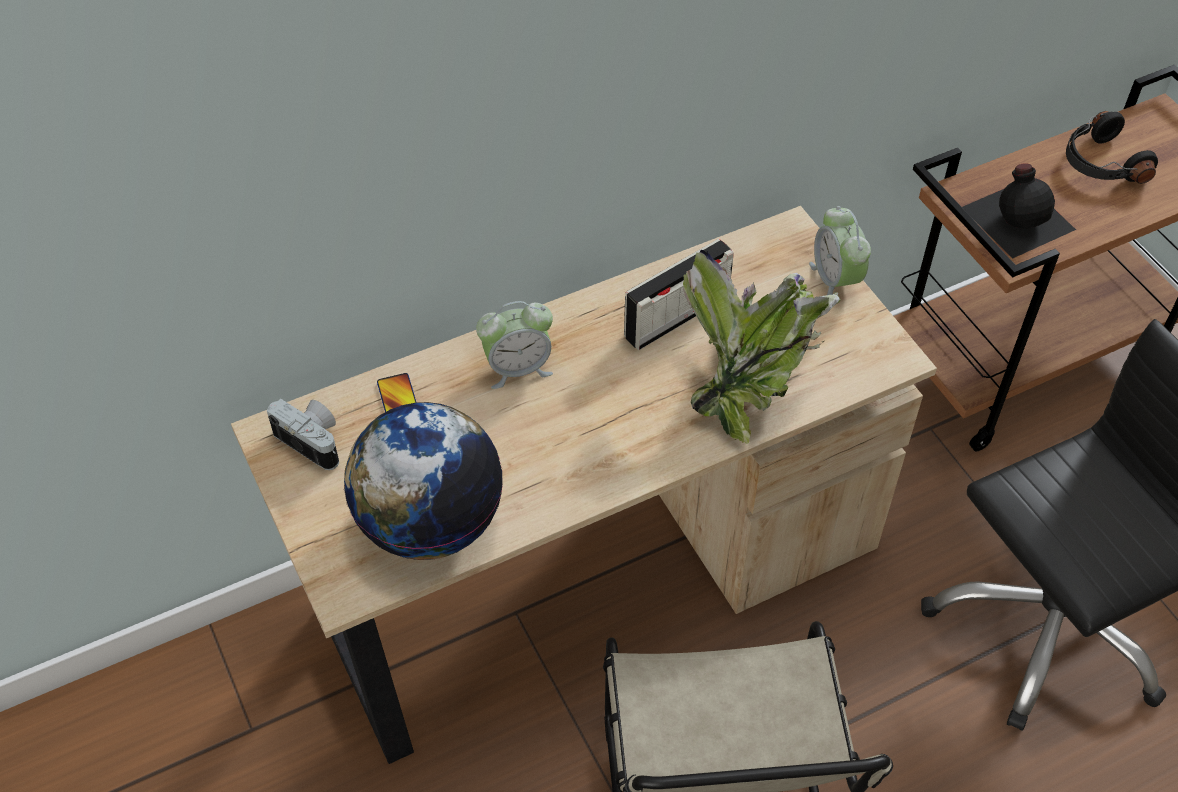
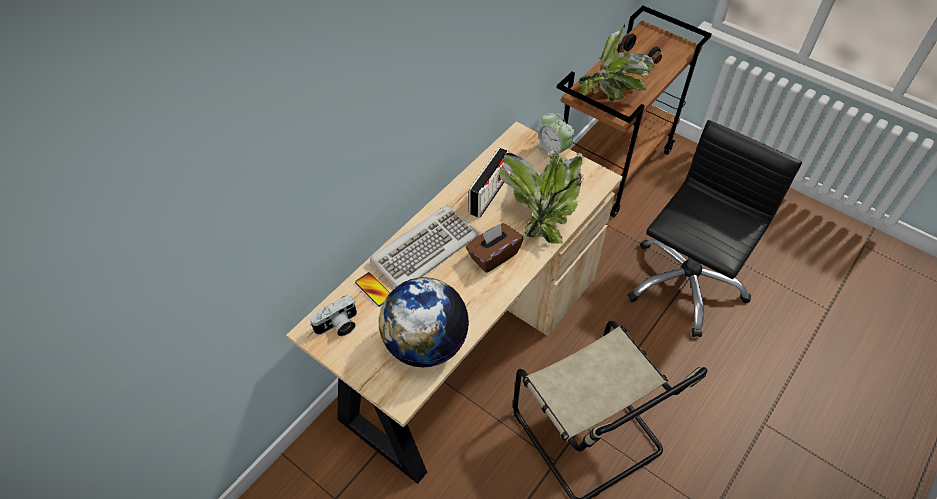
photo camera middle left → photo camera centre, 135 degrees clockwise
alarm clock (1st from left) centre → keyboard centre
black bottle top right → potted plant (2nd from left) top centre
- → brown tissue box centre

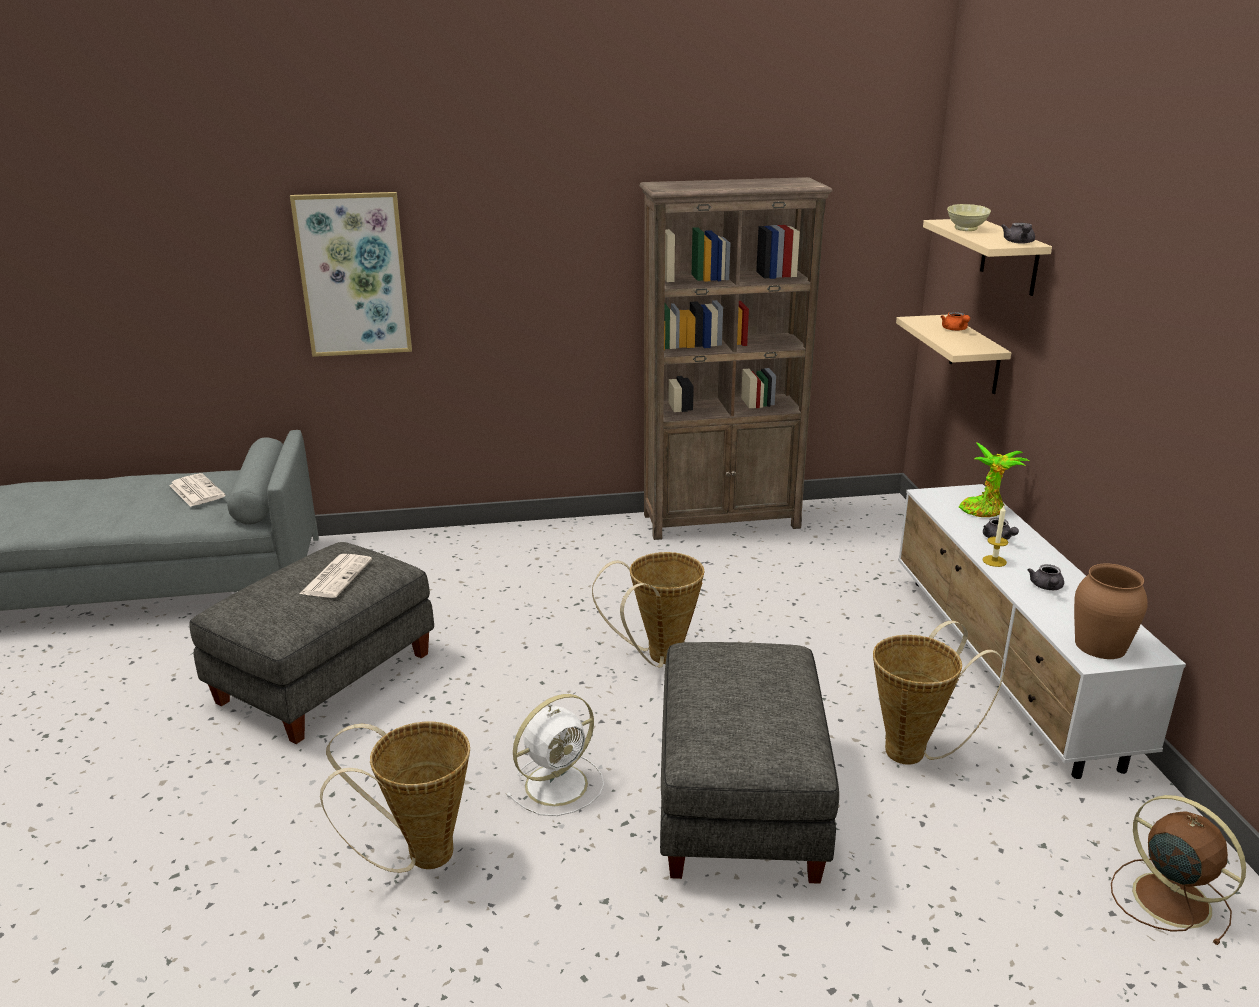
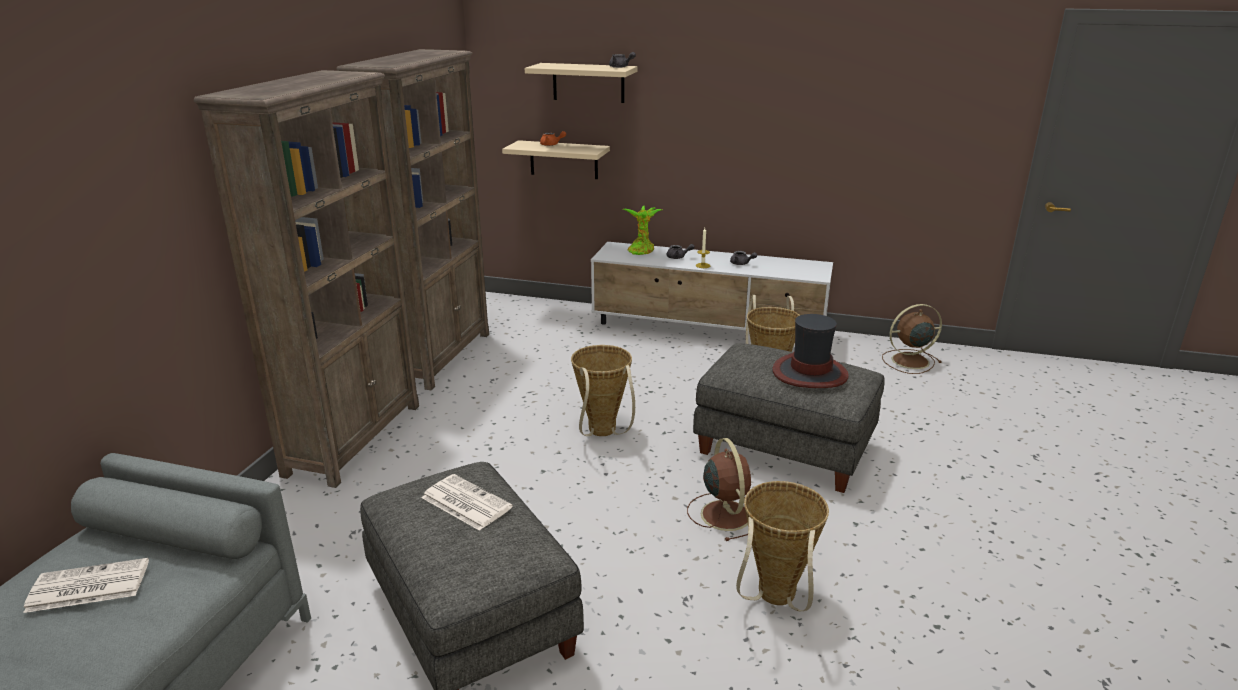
picture top left → -
white fan bottom centre → brown fan (1st from left) bottom centre
beige bowl top right → -
brown vase middle right → -
- → brown bookcase (1st from left) middle left
- → hat centre

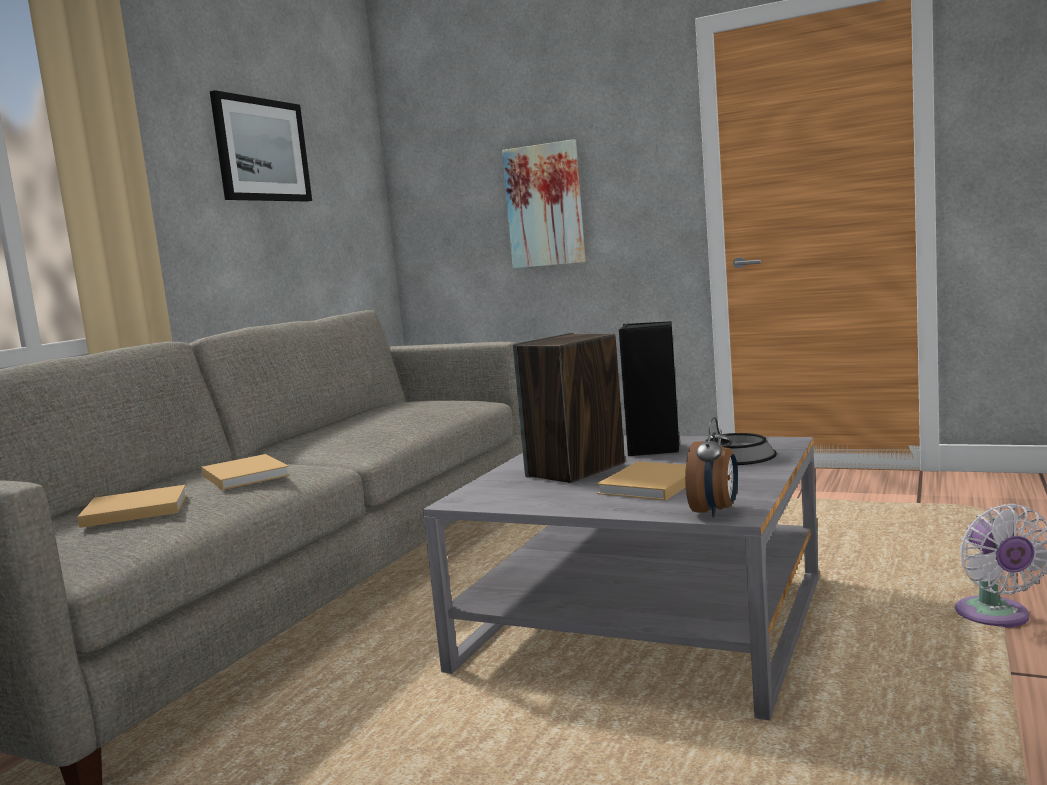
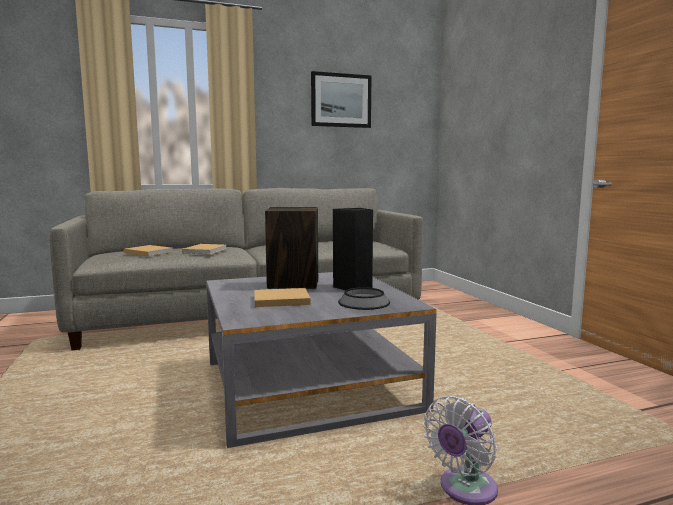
picture (2nd from left) top centre → -
alarm clock middle right → -

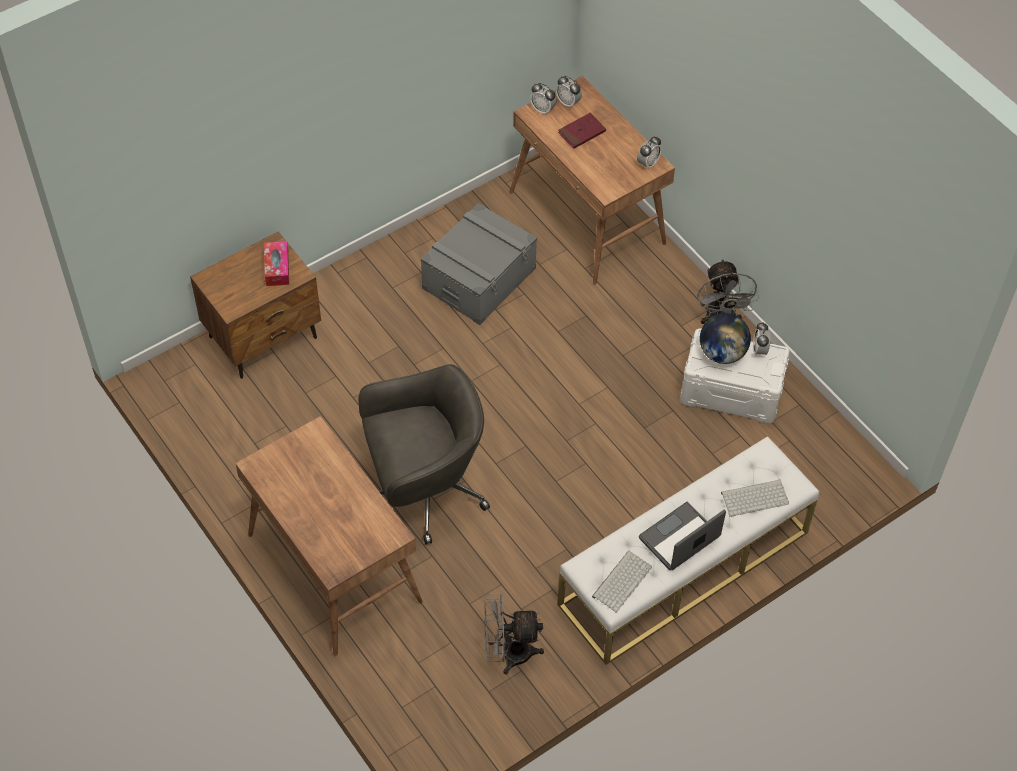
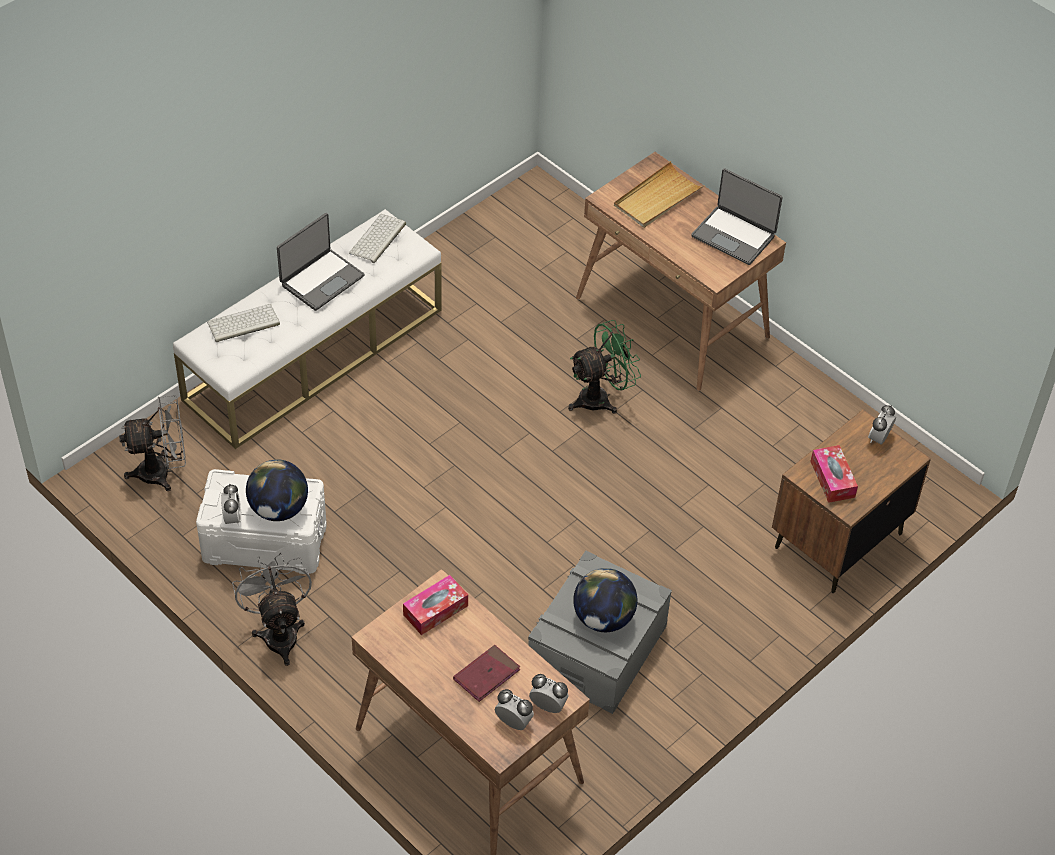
grey office chair centre → green fan centre
grey fan (1st from left) bottom centre → grey fan (1st from left) middle left, moved
alarm clock (3rd from left in the first image) top centre → alarm clock (4th from left) middle right, moved
- → tissue box (1st from left) bottom centre
- → globe (2nd from left) bottom centre
- → beige tray top centre
- → laptop (2nd from left) top right

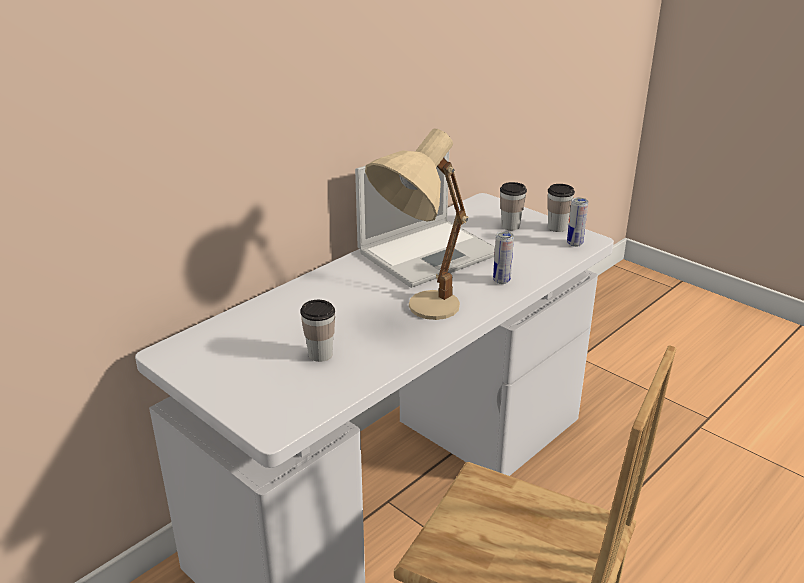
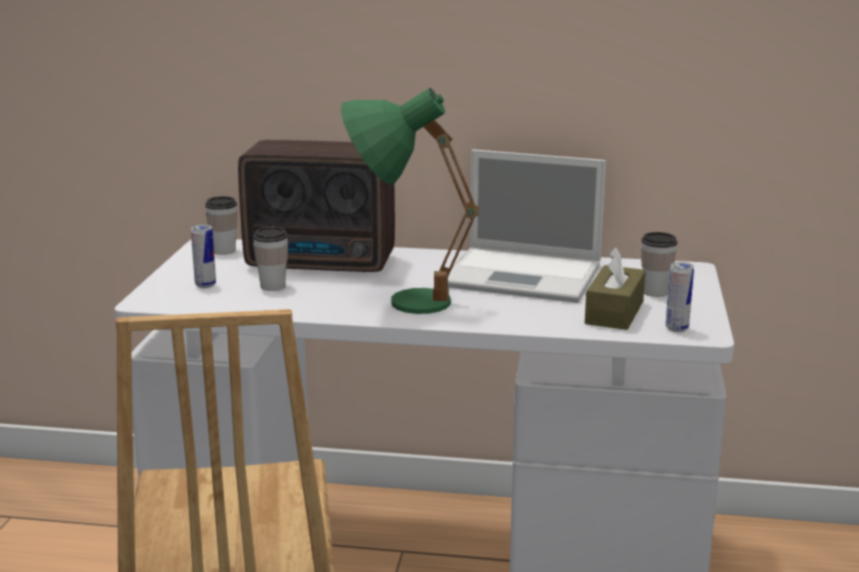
beige table lamp centre → green table lamp centre
can (1st from left) centre → can (1st from left) middle left, moved
cup (3rd from left in the first image) middle right → cup (1st from left) middle left, moved
- → radio centre
- → brown tissue box middle right

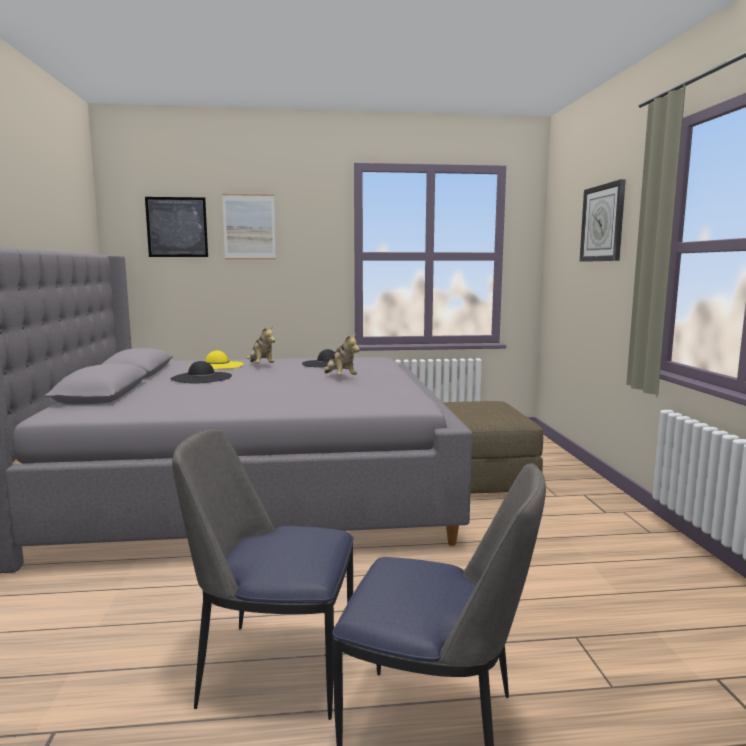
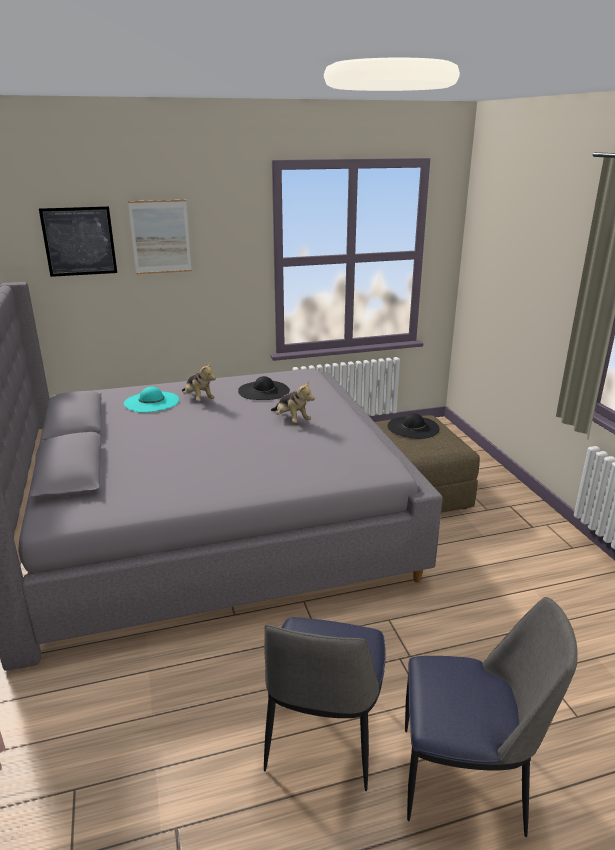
black hat (1st from left in the first image) middle left → black hat (2nd from left) middle right, moved
chair (1st from left) bottom centre, 75 degrees counterclockwise
yellow hat middle left → turquoise hat middle left
wall clock top right → -

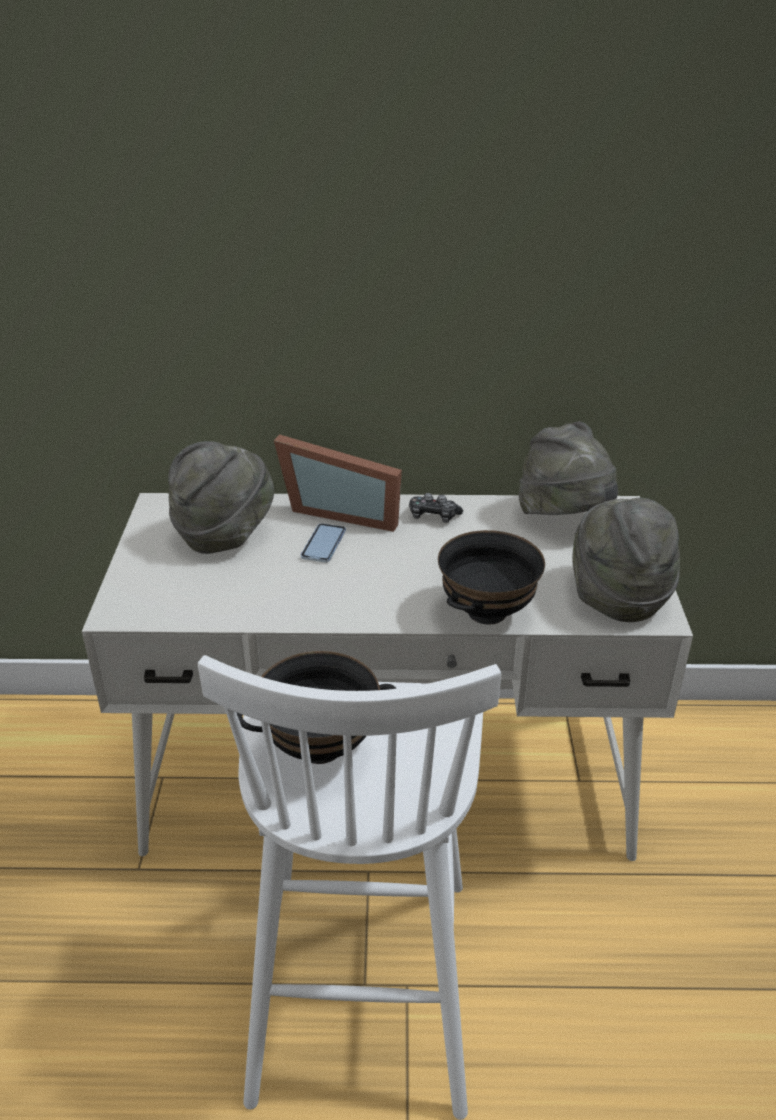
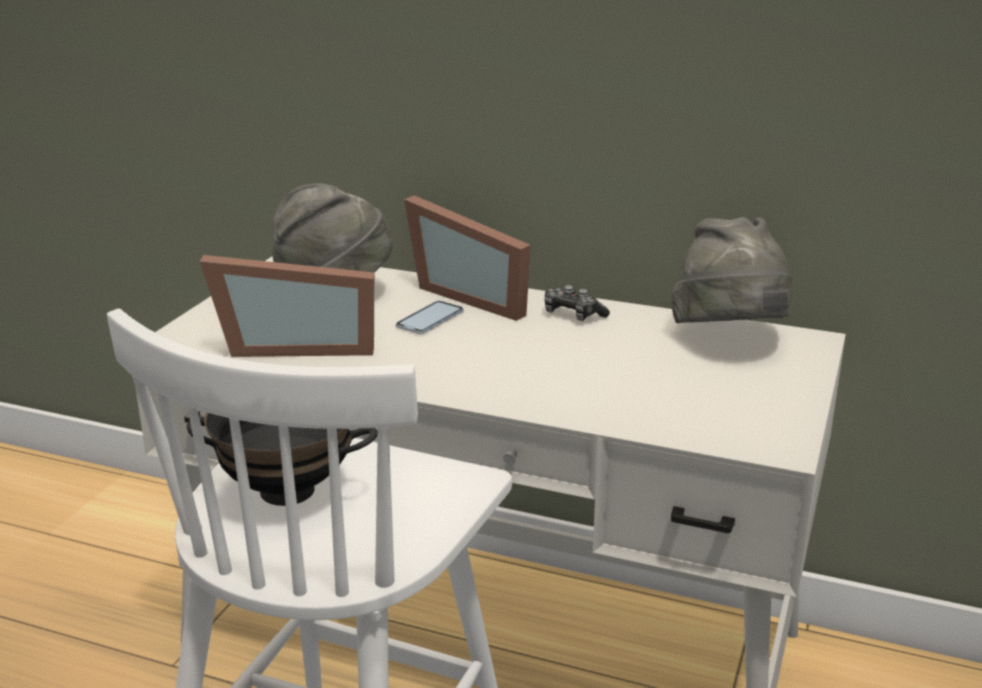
black bowl (2nd from left) centre → -
grey hat (3rd from left) middle right → -
- → picture frame (1st from left) middle left

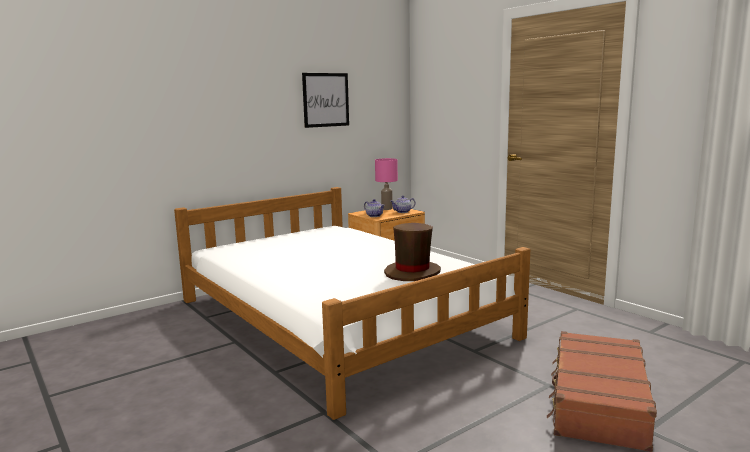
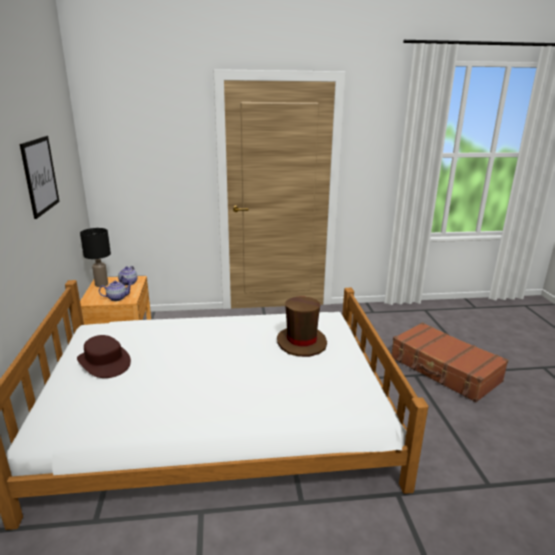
pink table lamp centre → black table lamp middle left
- → brown hat (1st from left) middle left

